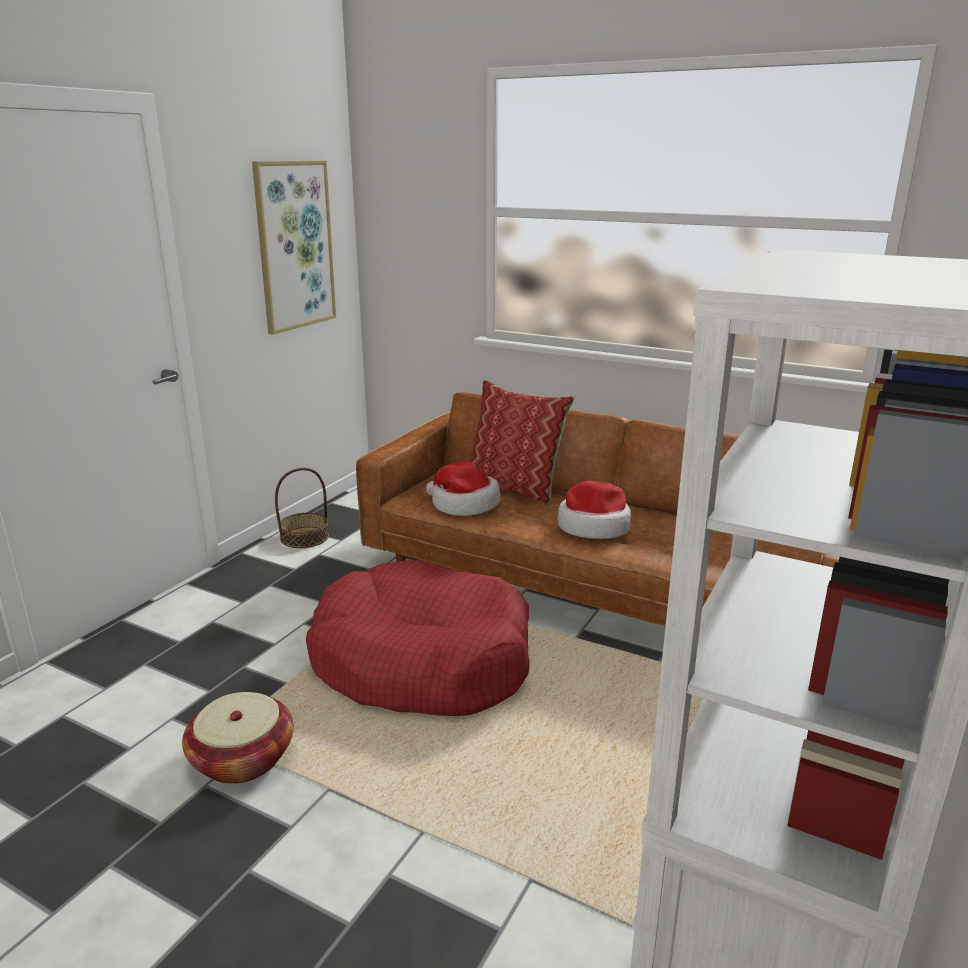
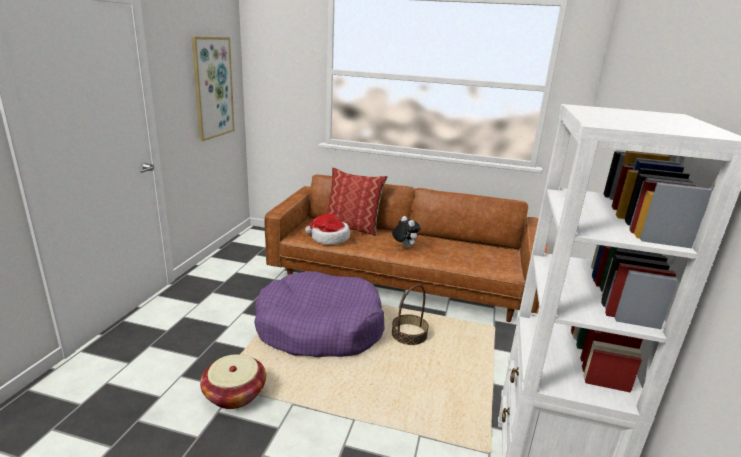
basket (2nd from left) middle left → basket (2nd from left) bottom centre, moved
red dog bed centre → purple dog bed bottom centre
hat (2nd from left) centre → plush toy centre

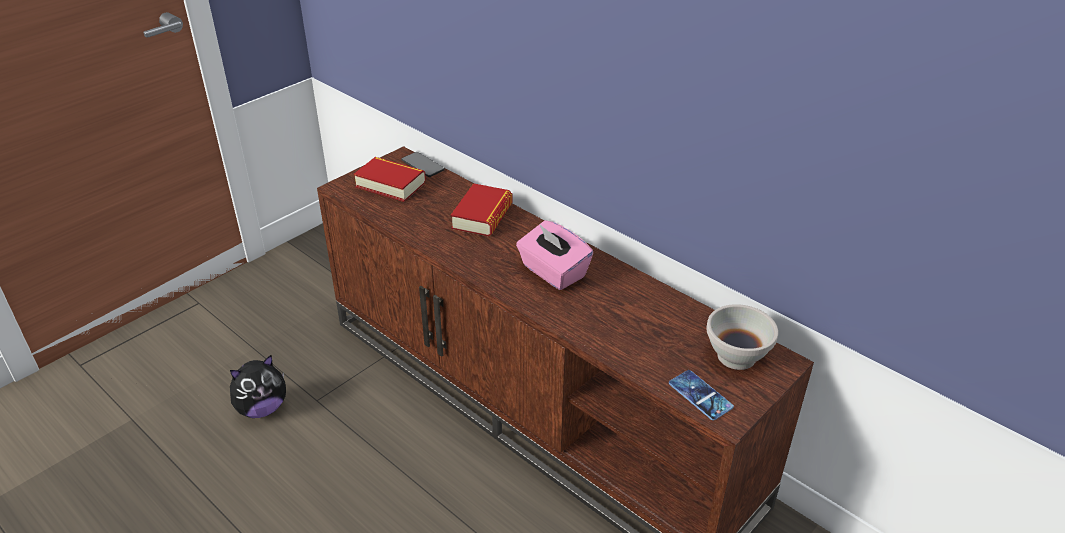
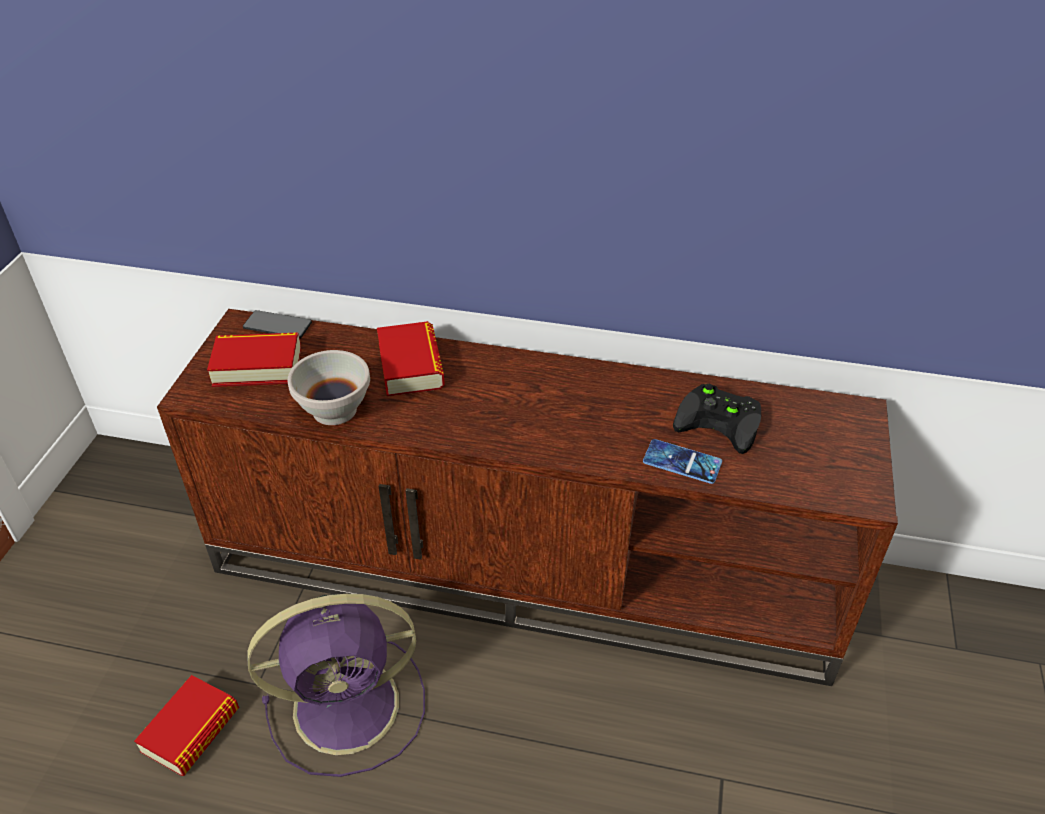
plush toy bottom left → book (1st from left) bottom left
pink tissue box centre → -
phone (2nd from left) bottom centre → phone (2nd from left) centre, moved
white bowl middle right → white bowl middle left, moved
- → purple fan bottom left
- → black game controller middle right

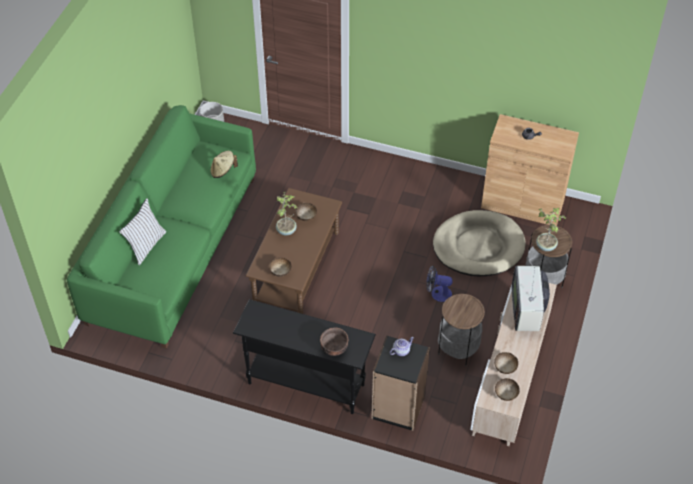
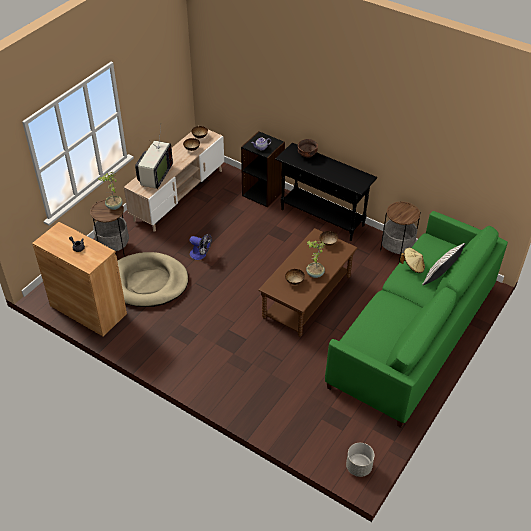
beige hat middle left → beige hat middle right, moved
side table (1st from left in the first image) bottom centre → side table (2nd from left) middle right, moved

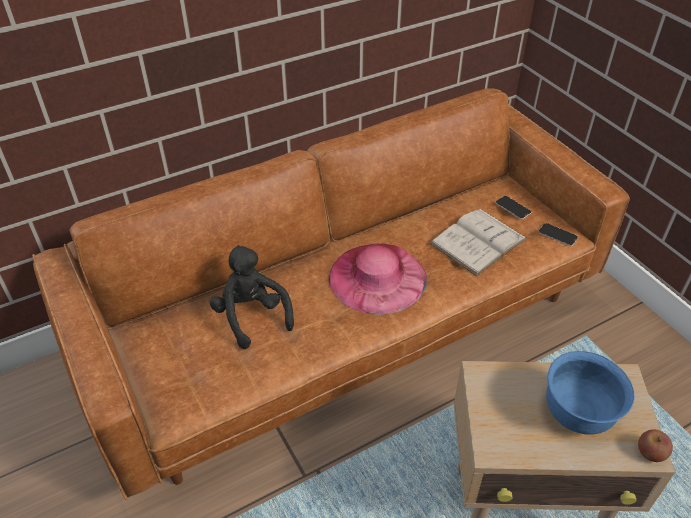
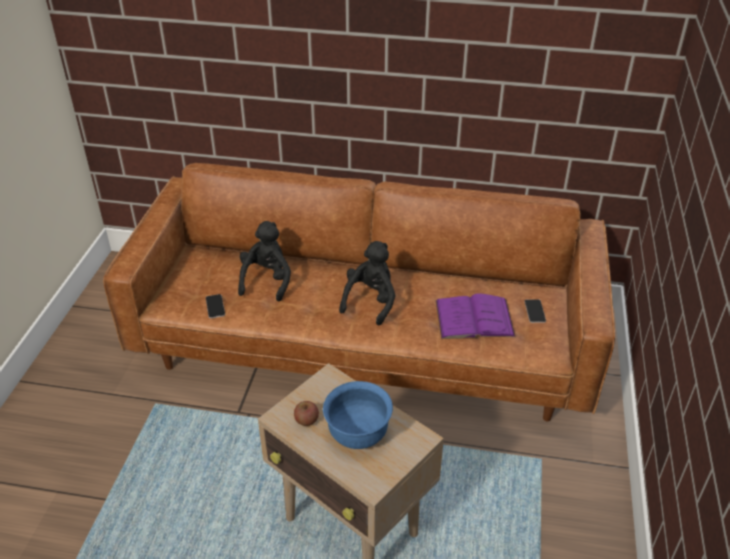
pink hat centre → black plush toy (2nd from left) centre
white book middle right → purple book centre
phone (2nd from left in the first image) middle right → phone (1st from left) middle left, moved
apple bottom right → apple bottom centre, moved

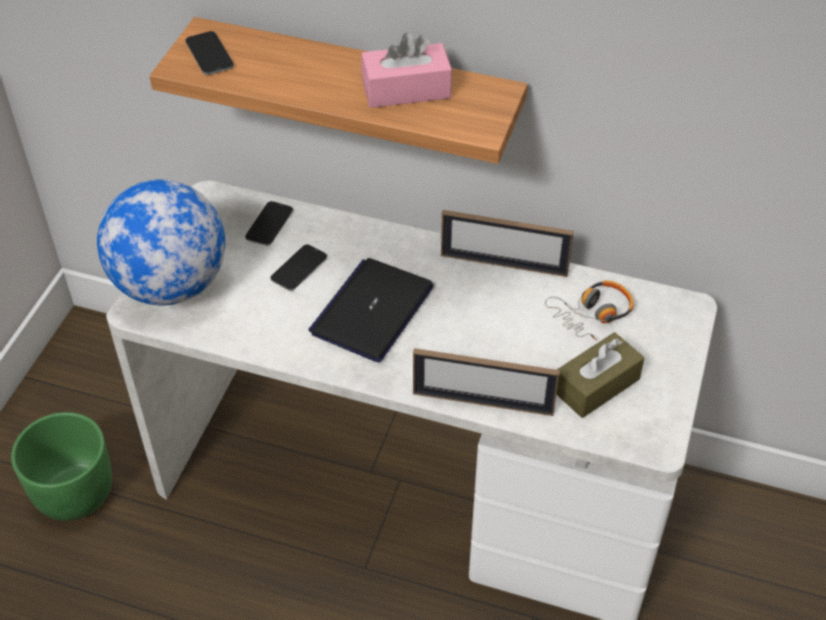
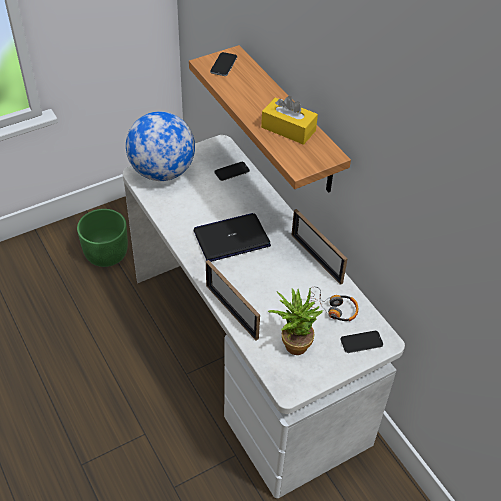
phone (3rd from left) centre → phone (3rd from left) bottom right, moved
pink tissue box top centre → yellow tissue box top centre
brown tissue box middle right → potted plant centre

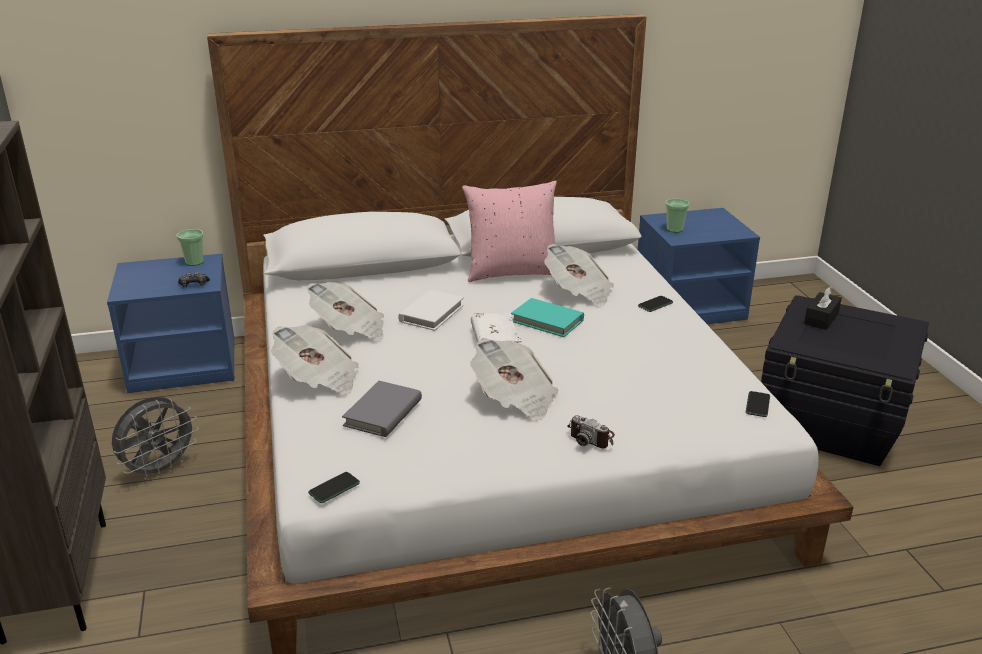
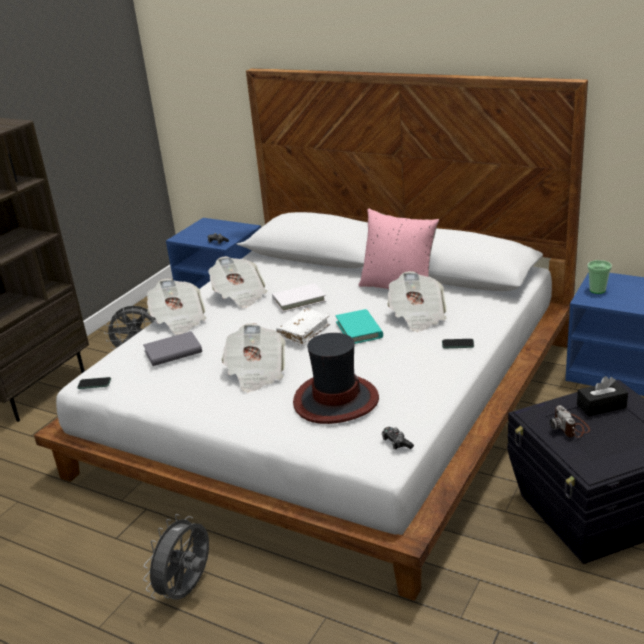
cup (1st from left) middle left → -
photo camera centre → photo camera middle right, moved
phone (3rd from left) middle right → game controller (2nd from left) bottom centre
- → hat centre

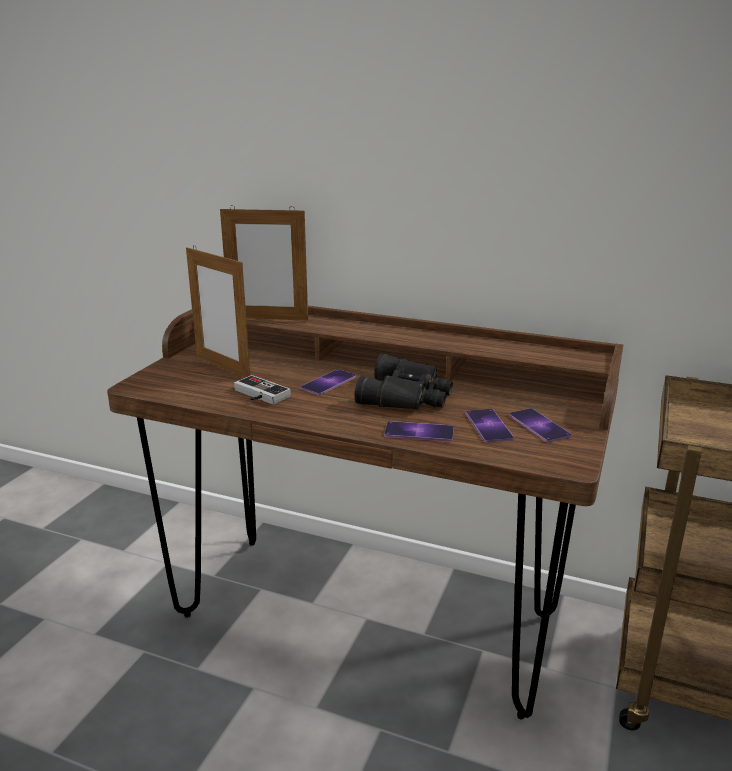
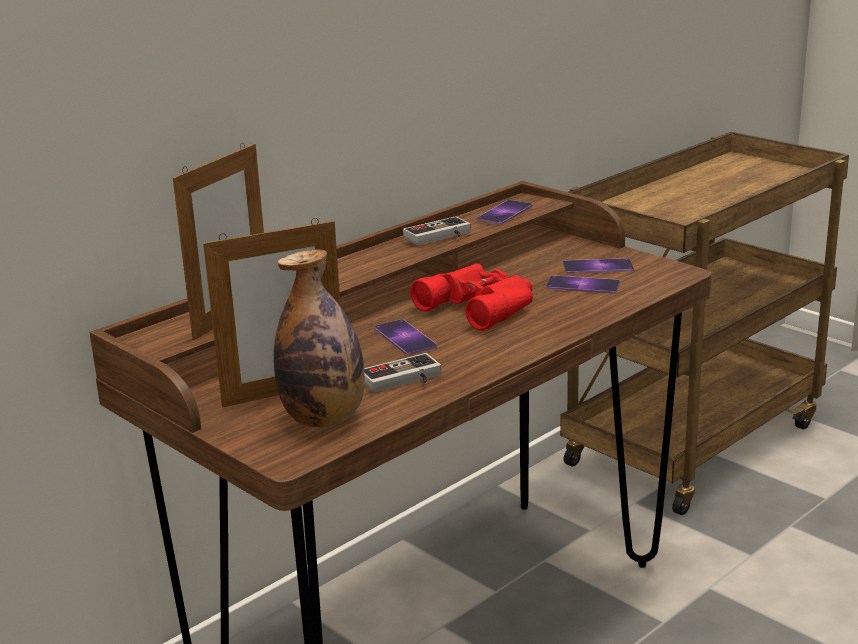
black binoculars centre → red binoculars centre
phone (2nd from left) centre → phone (2nd from left) top centre, moved
- → bottle centre
- → game controller (2nd from left) centre

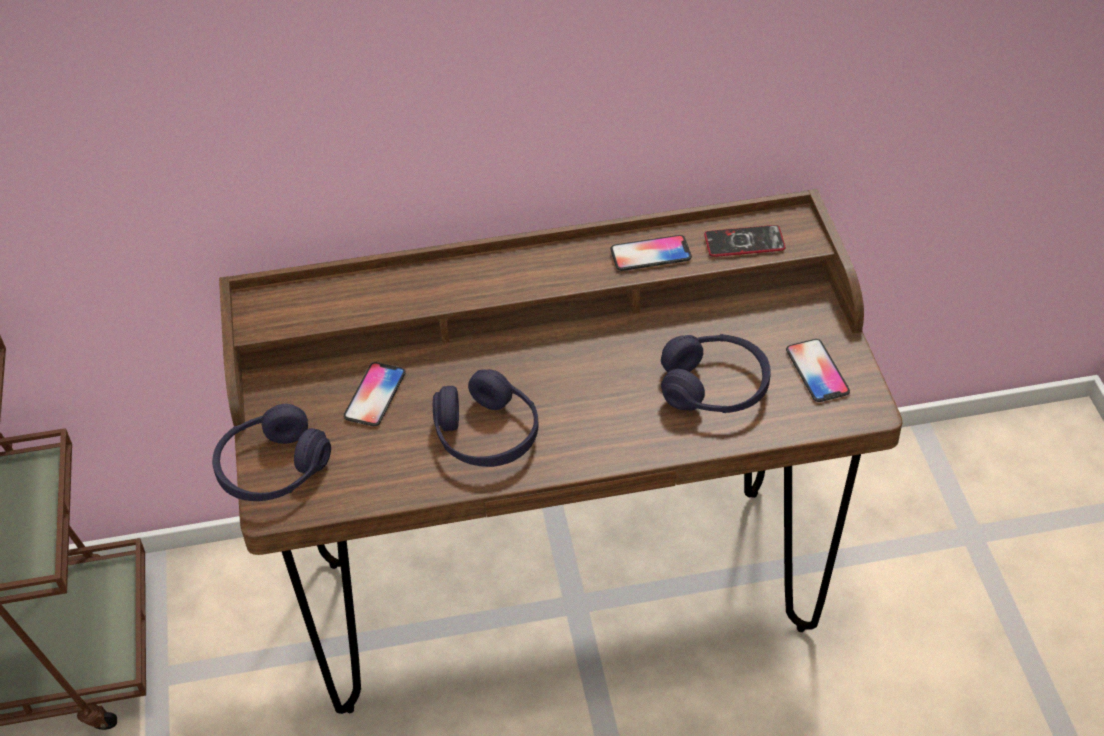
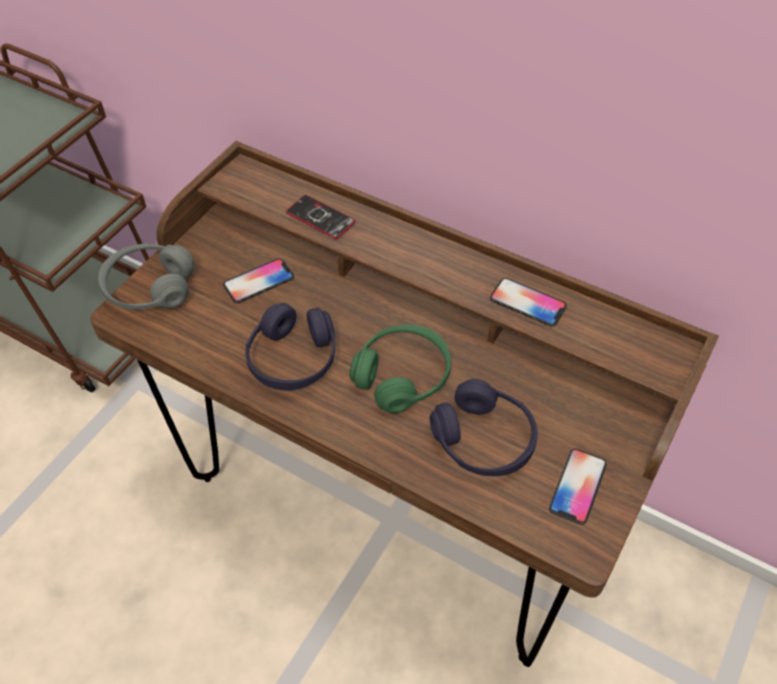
purple headphones (1st from left) middle left → grey headphones middle left
phone (3rd from left in the first image) top right → phone (2nd from left) top centre, moved
- → green headphones centre

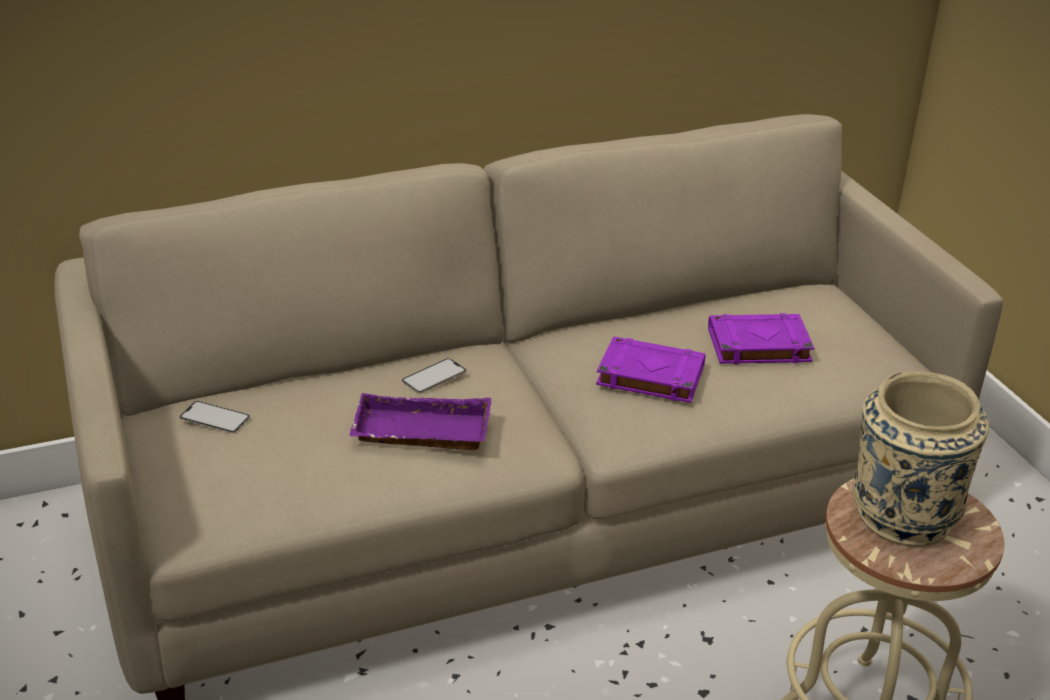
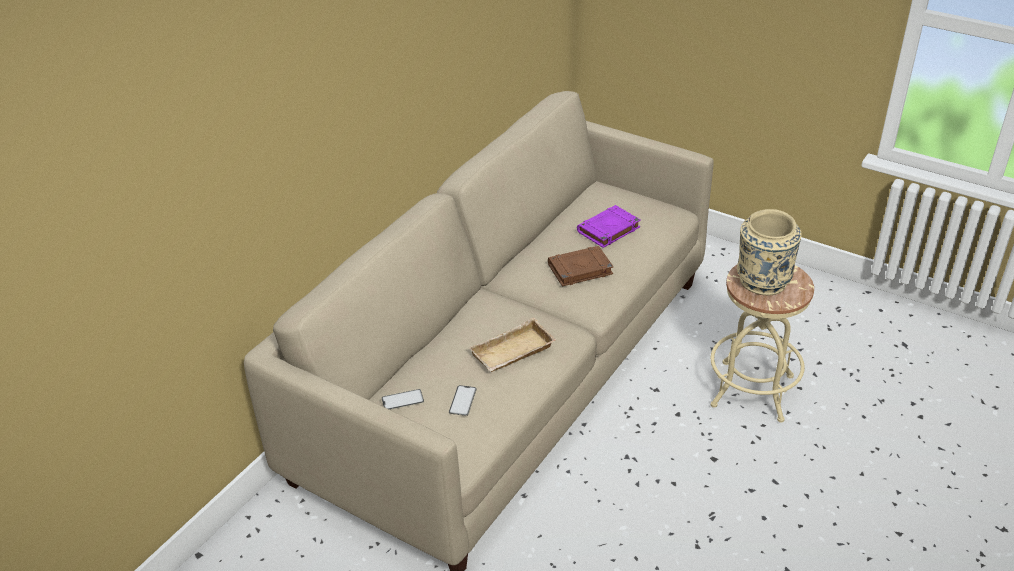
purple tray centre → beige tray centre
phone (2nd from left) centre → phone (2nd from left) bottom centre, moved
purple book (1st from left) centre → brown book centre

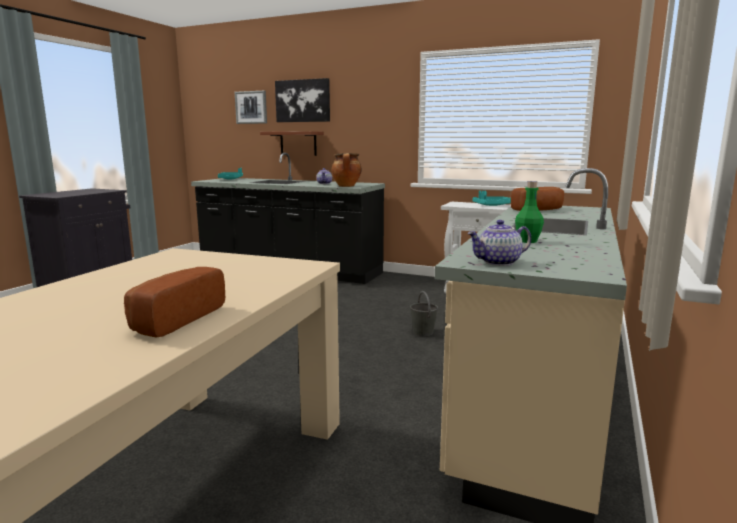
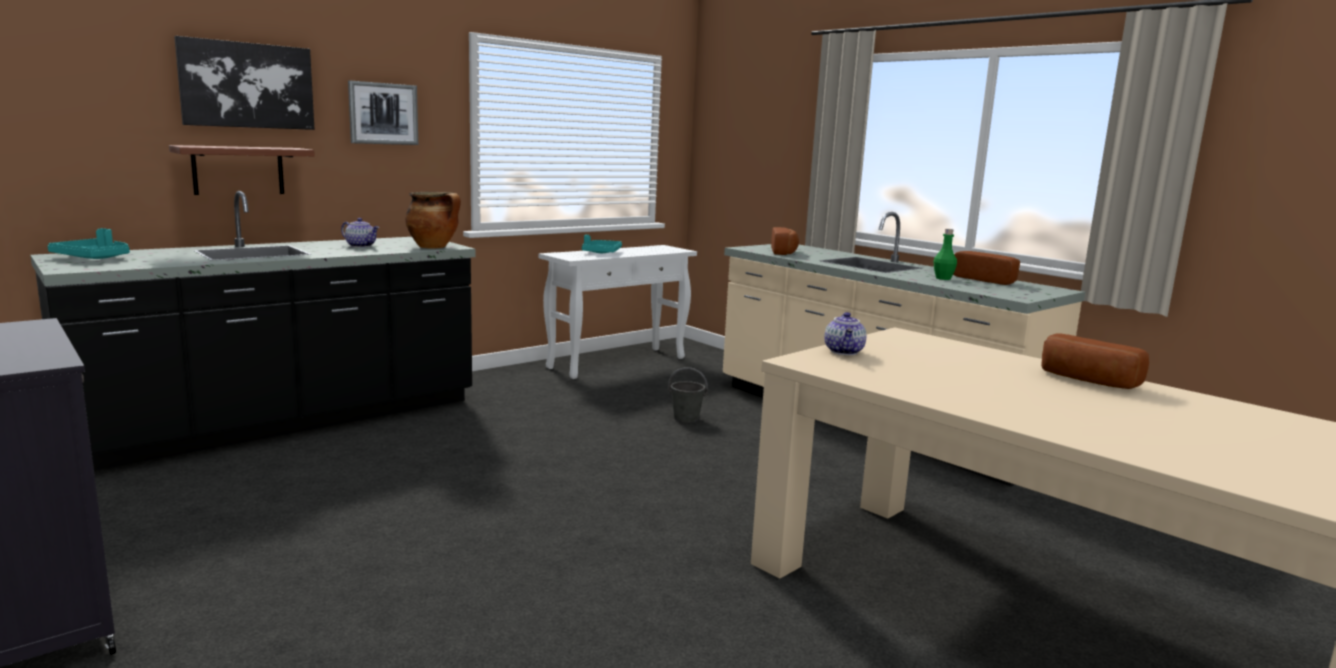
picture (1st from left in the first image) top centre → picture (2nd from left) top left, moved
teapot (2nd from left) middle right → teapot (2nd from left) centre, moved
- → bread (2nd from left) middle right

